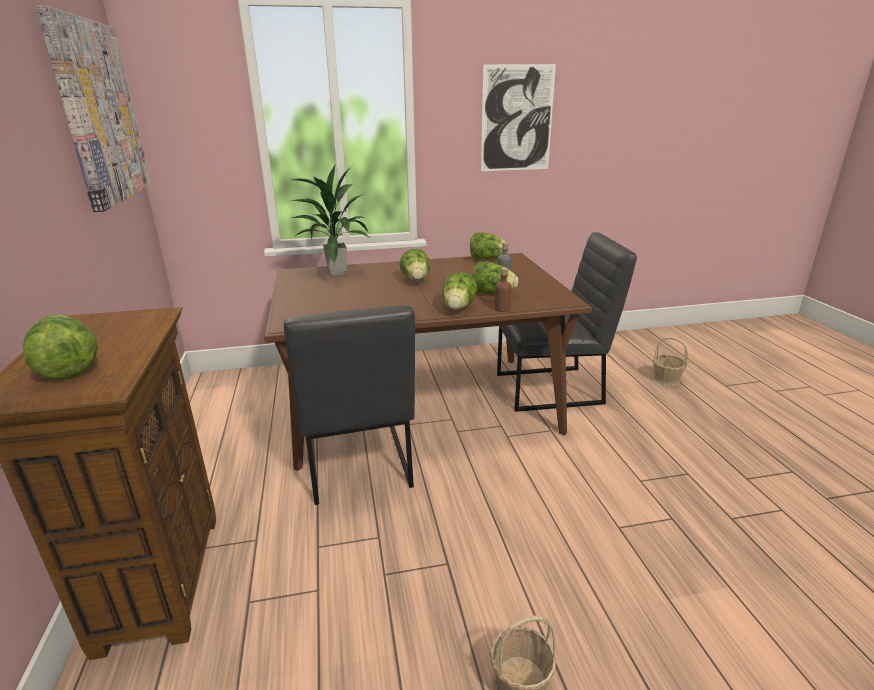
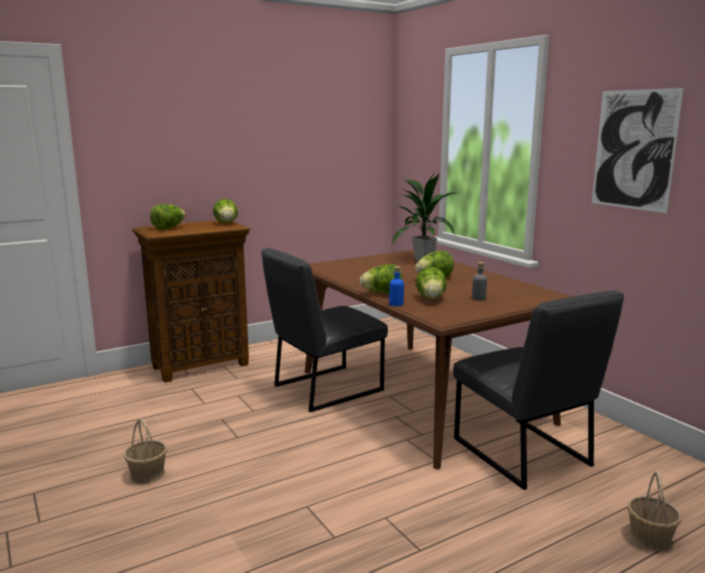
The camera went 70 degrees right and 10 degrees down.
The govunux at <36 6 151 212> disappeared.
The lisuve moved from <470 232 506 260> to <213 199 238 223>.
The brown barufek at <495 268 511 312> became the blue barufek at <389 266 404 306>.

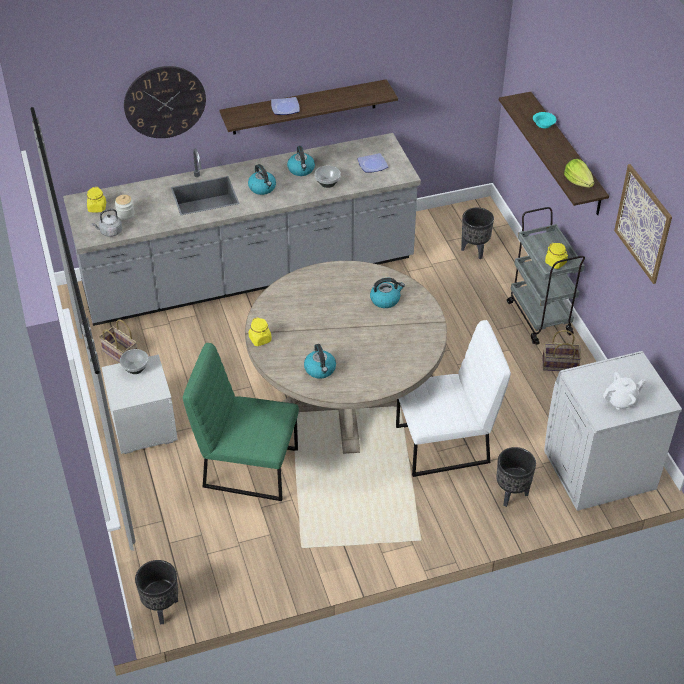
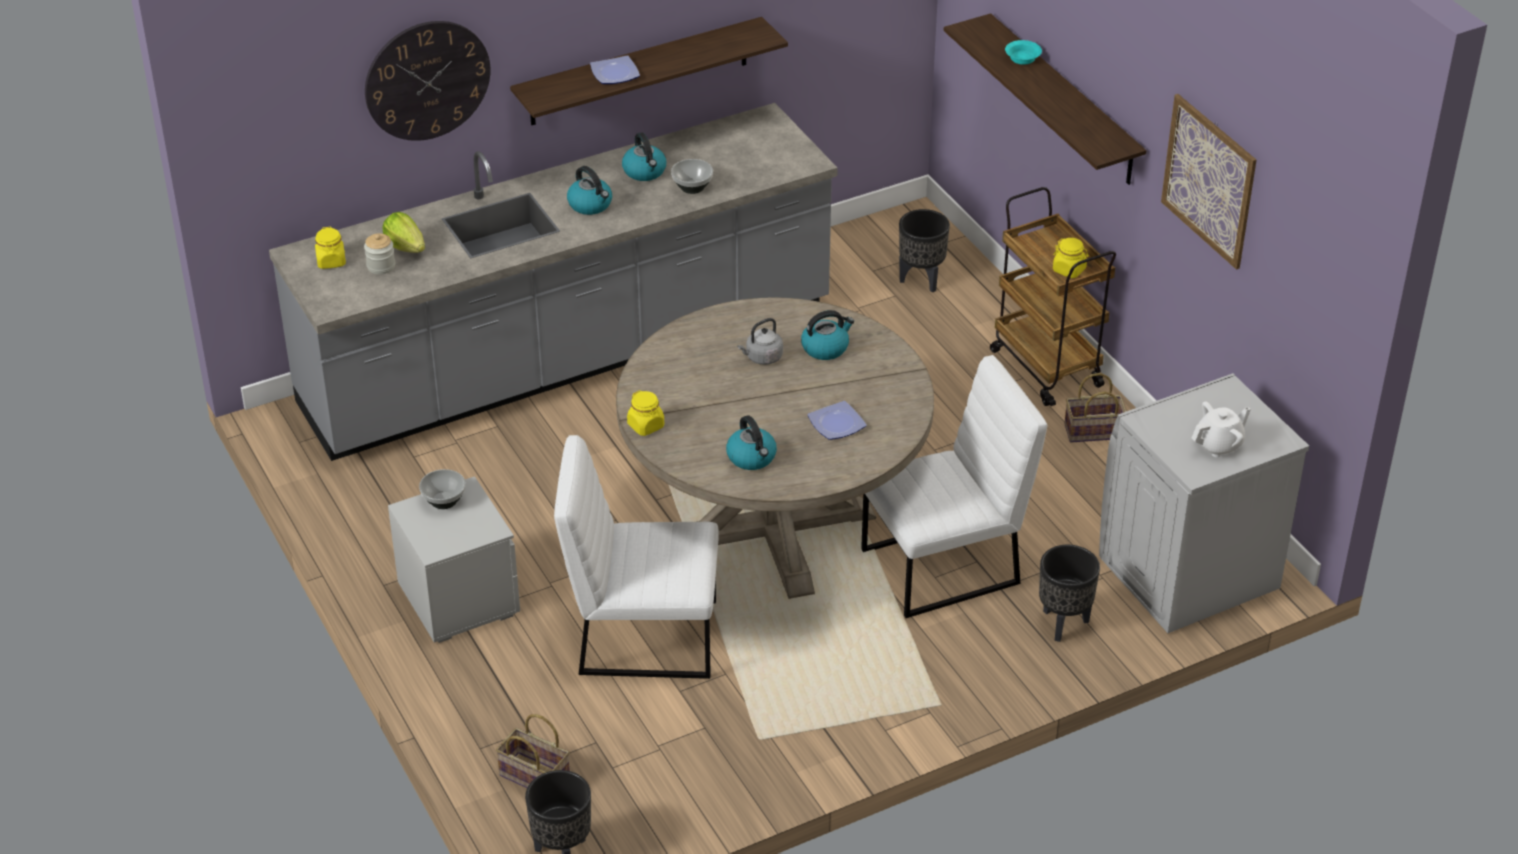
The camera went 10 degrees left and 5 degrees down.
The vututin moved from <358 153 388 173> to <807 401 867 440>.
The lisuve moved from <564 159 594 187> to <382 212 425 253>.
The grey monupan at <507 207 585 345> became the brown monupan at <990 187 1116 406>.
The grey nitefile moved from <92 209 122 237> to <738 318 783 365>.
The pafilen moved from <99 319 137 363> to <496 714 570 788>.
The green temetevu at <183 343 299 501> became the white temetevu at <554 435 719 679>.

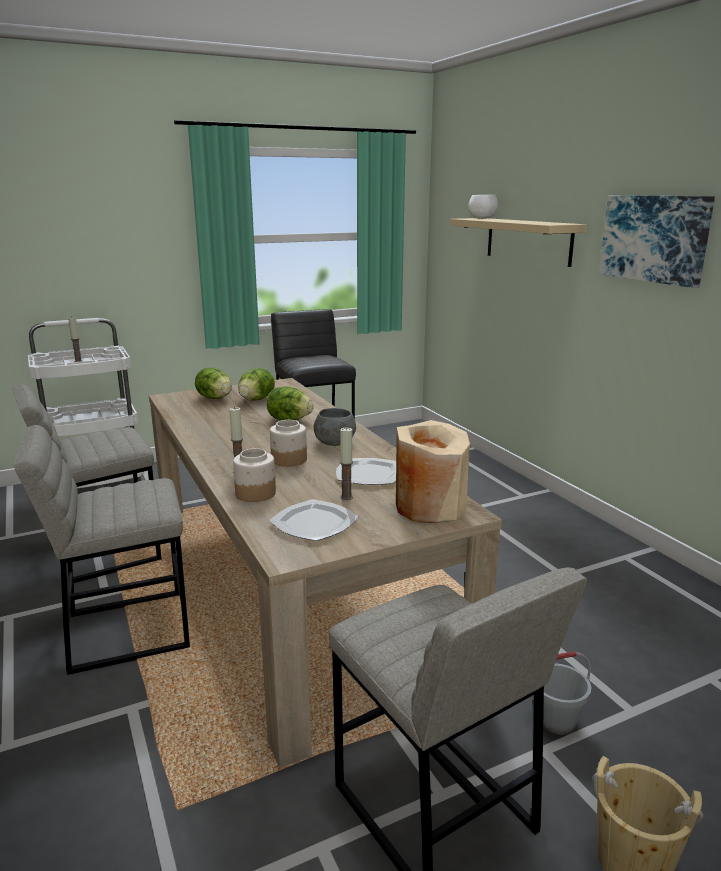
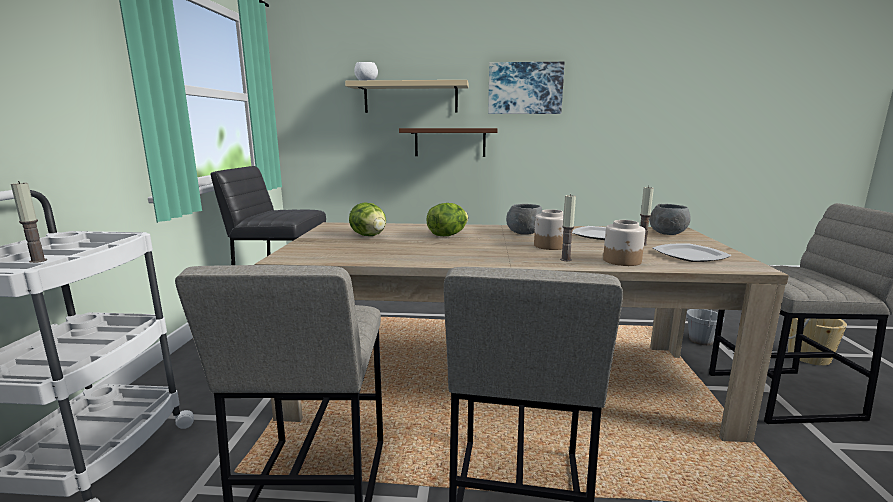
The camera went 60 degrees left and 5 degrees down.
The lisuve at <195 368 232 399> disappeared.
The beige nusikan at <396 420 470 523> was replaced by the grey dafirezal at <649 204 691 235>.
The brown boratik at <399 128 498 157> appeared.

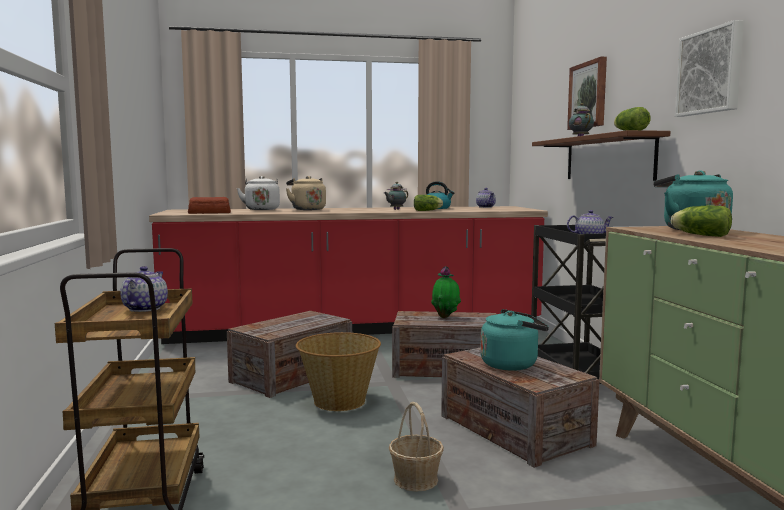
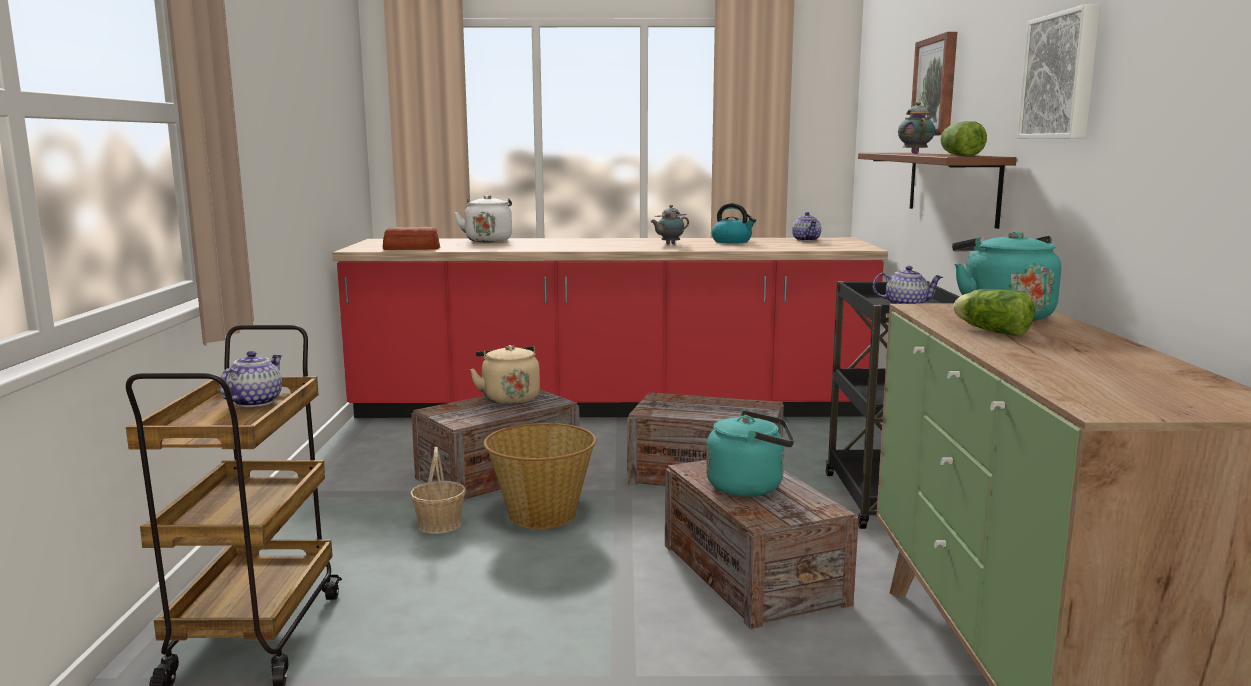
The camera went 10 degrees right and 5 degrees up.
The beige nitefile moved from <286 176 326 210> to <470 345 540 405>.
The lisuve at <414 195 443 211> disappeared.
The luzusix at <431 266 461 318> disappeared.
The pafilen moved from <389 402 444 492> to <410 447 466 534>.

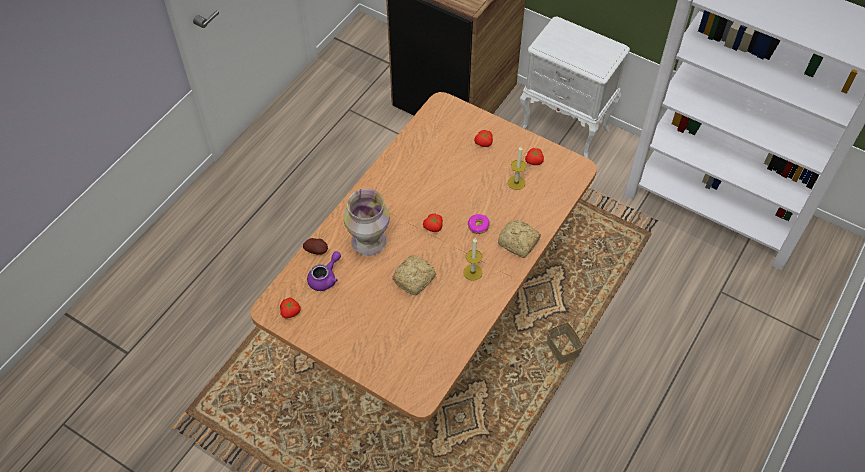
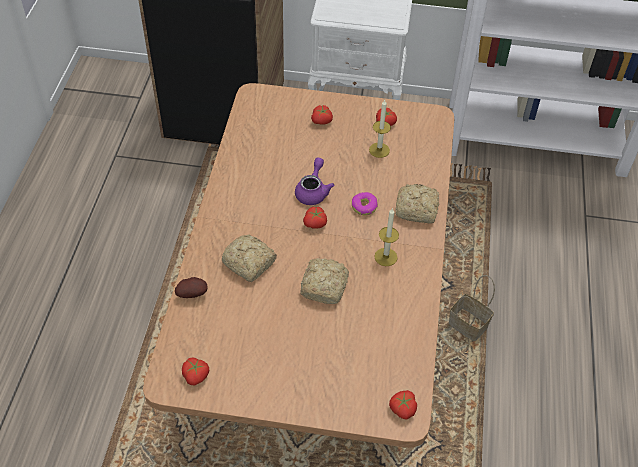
The camera went 25 degrees left and 5 degrees down.
The nusikan at <344 189 390 256> was replaced by the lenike at <222 235 277 282>.
The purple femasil moved from <307 251 341 291> to <295 158 335 205>.
The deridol at <389 390 417 420> appeared.

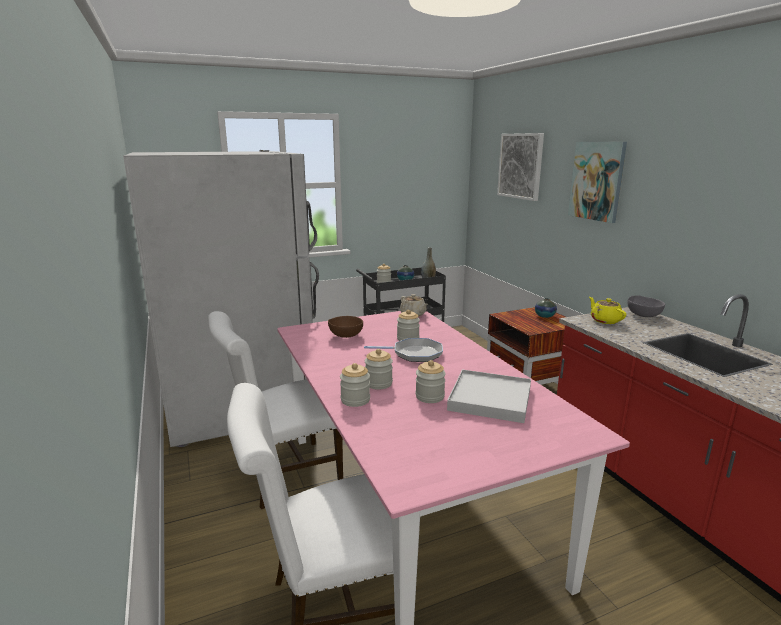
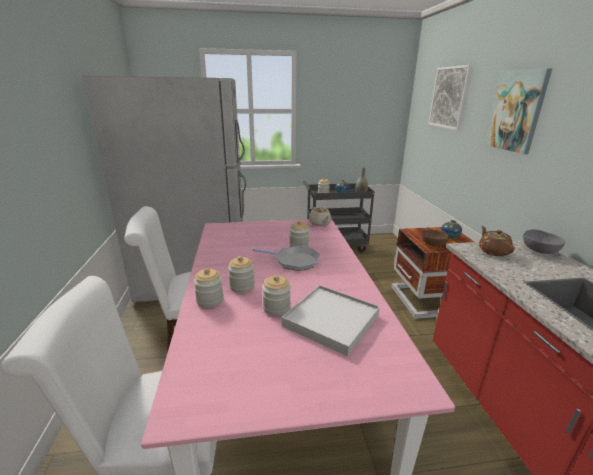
The camera went 15 degrees right and 5 degrees up.
The yellow femasil at <589 297 626 324> became the brown femasil at <479 226 515 256>.
The brown dafirezal moved from <328 316 363 338> to <422 230 449 246>.

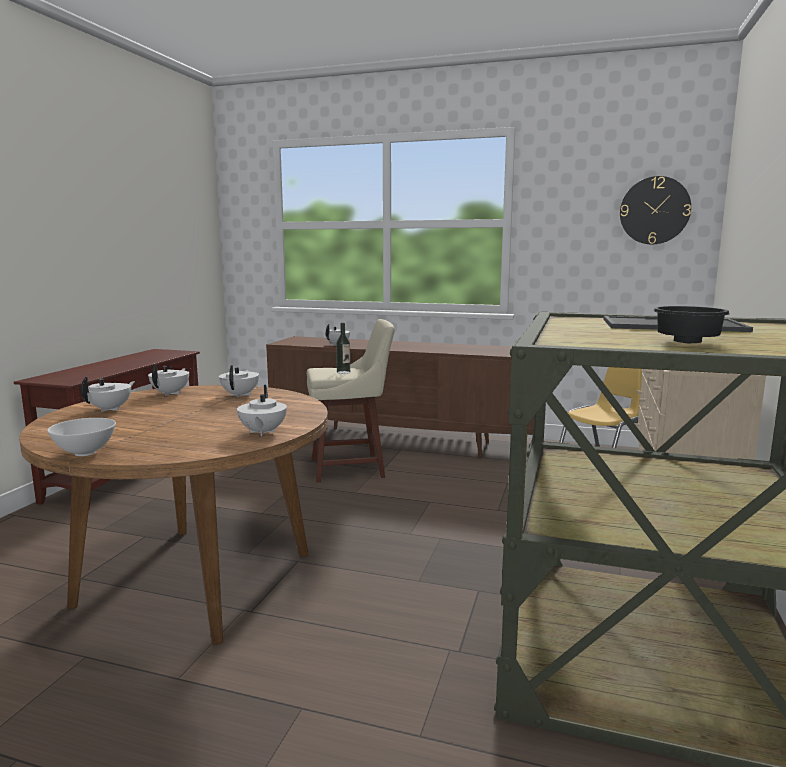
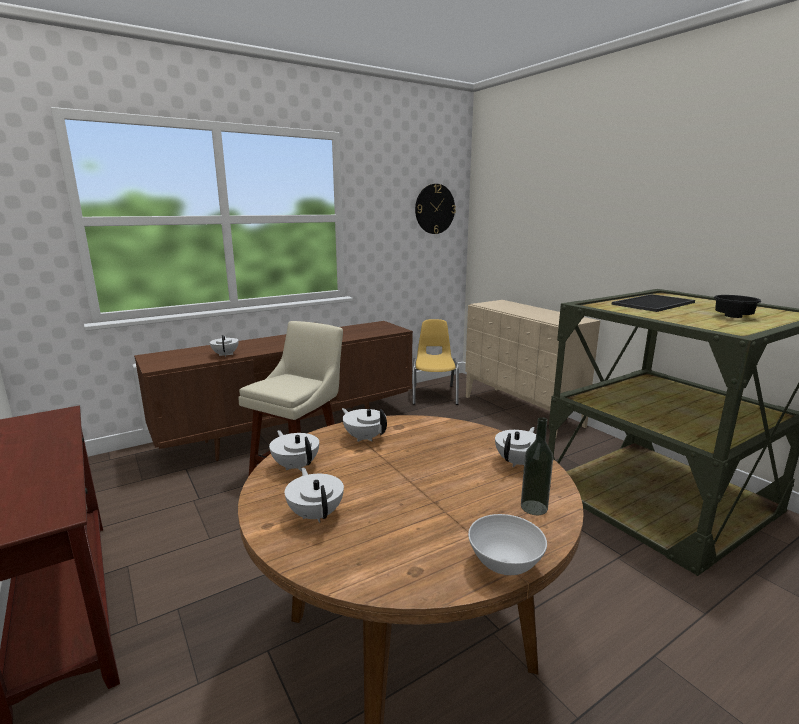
The camera went 50 degrees left and 5 degrees up.
The barufek moved from <336 323 350 374> to <521 417 553 515>.
The white femasil at <237 385 287 436> turned 90 degrees counterclockwise.

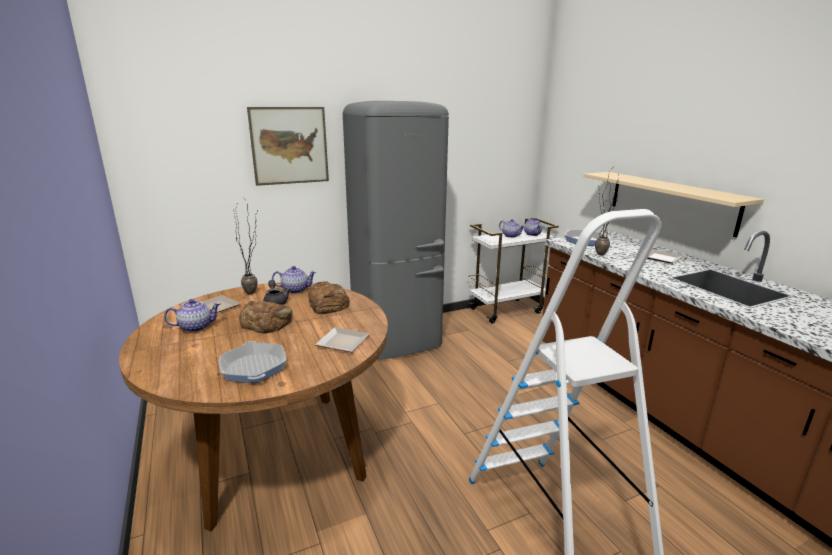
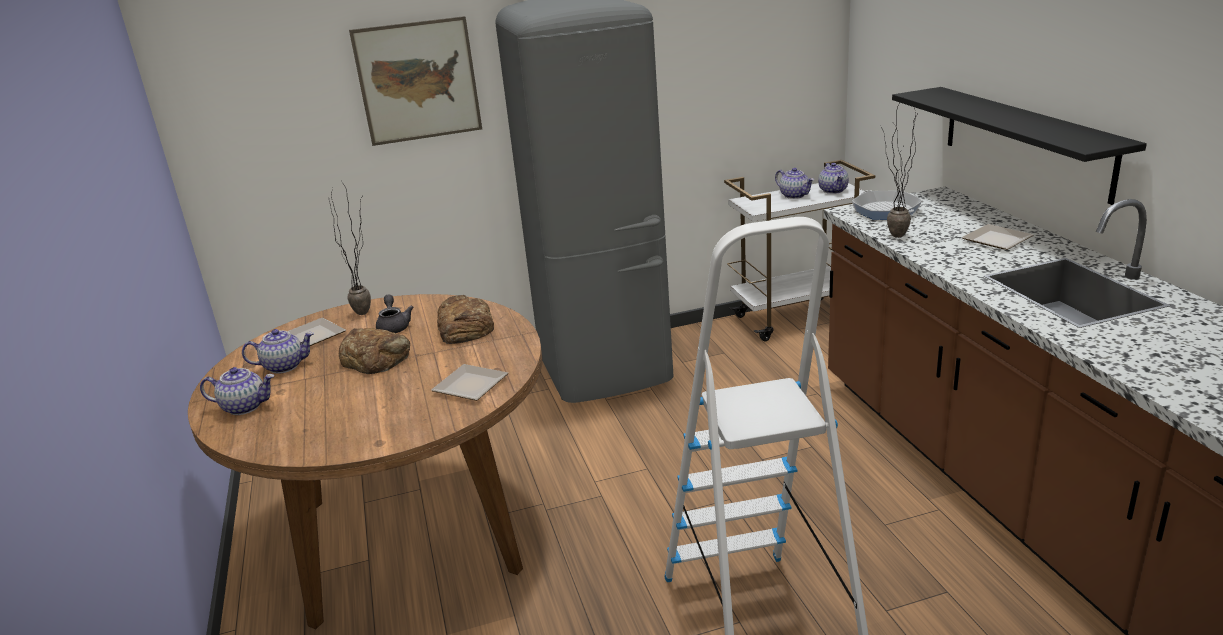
The camera went 10 degrees right and 5 degrees up.
The beige boratik at <583 172 764 238> became the black boratik at <892 87 1147 205>.
The femasil moved from <272 266 316 294> to <200 367 274 415>.
The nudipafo at <219 341 287 383> disappeared.

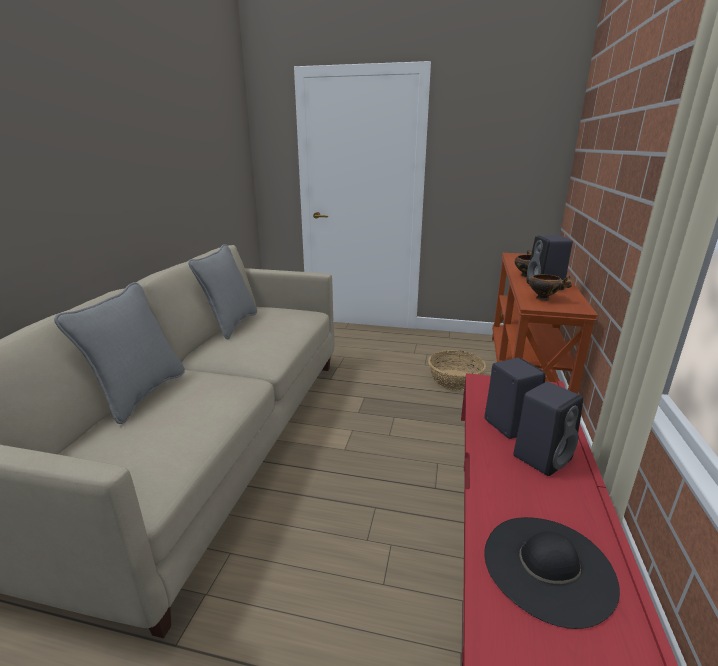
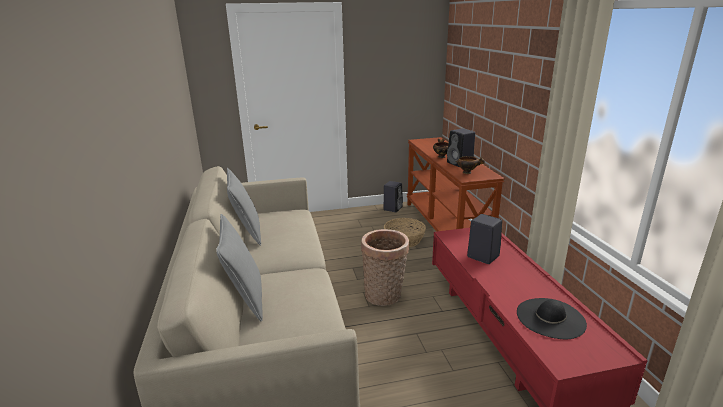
The camera went 25 degrees left and 0 degrees up.
The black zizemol moved from <513 382 583 476> to <383 181 403 212>.
The pafilen at <361 229 409 306> appeared.

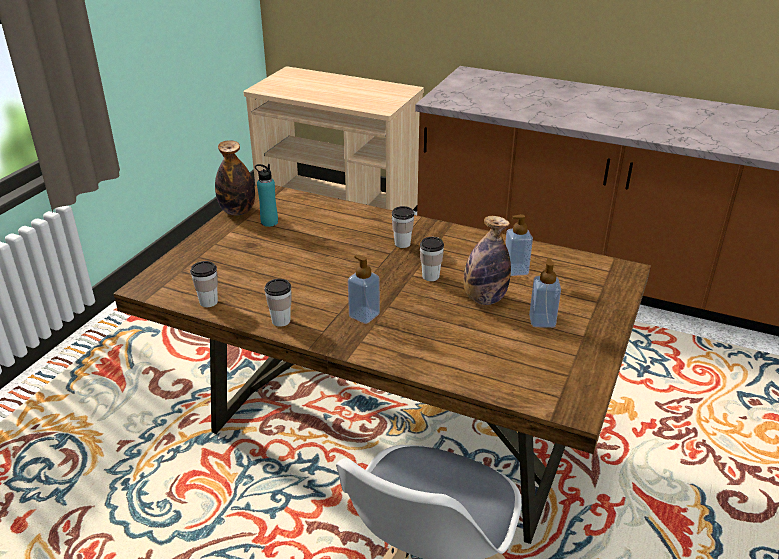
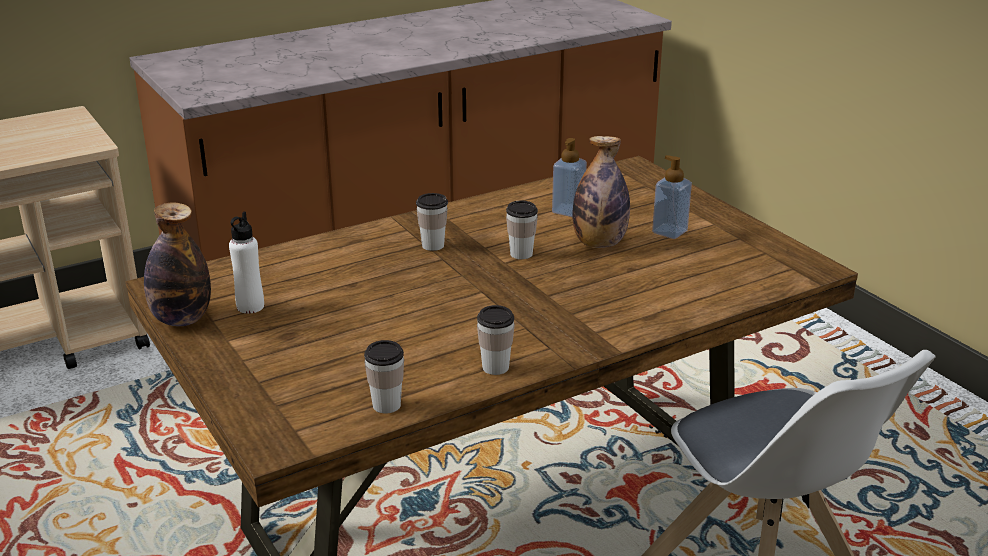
The camera went 55 degrees left and 5 degrees down.
The turquoise barufek at <255 164 278 227> became the white barufek at <229 212 264 314>.
The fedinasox at <348 255 380 324> disappeared.

